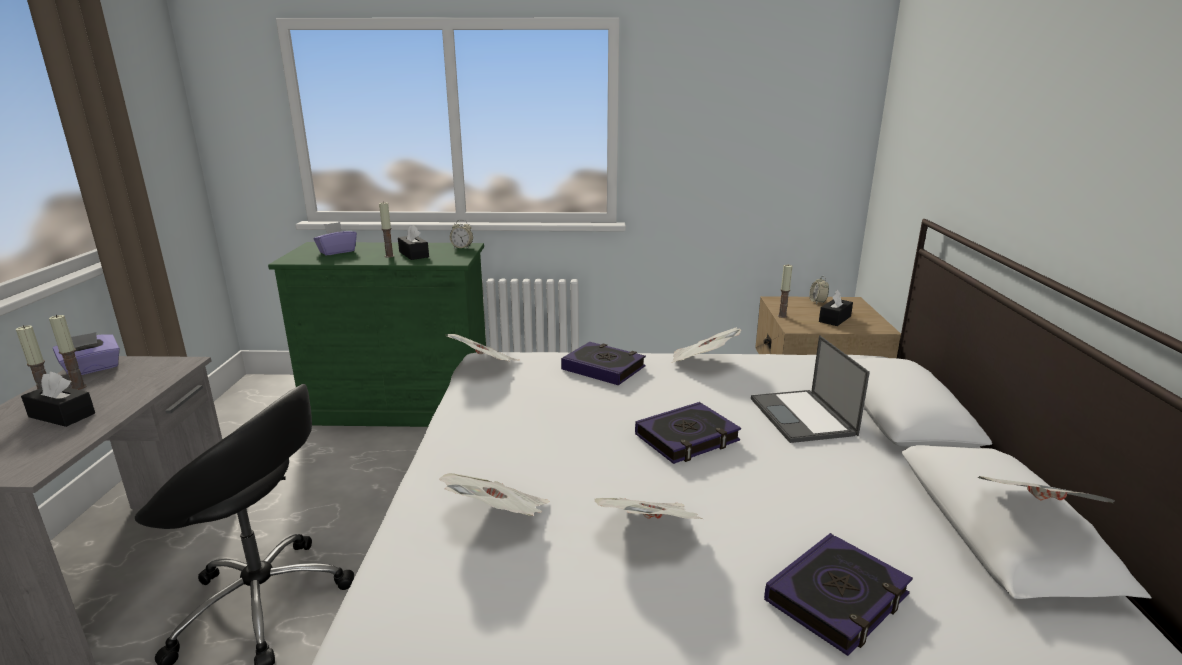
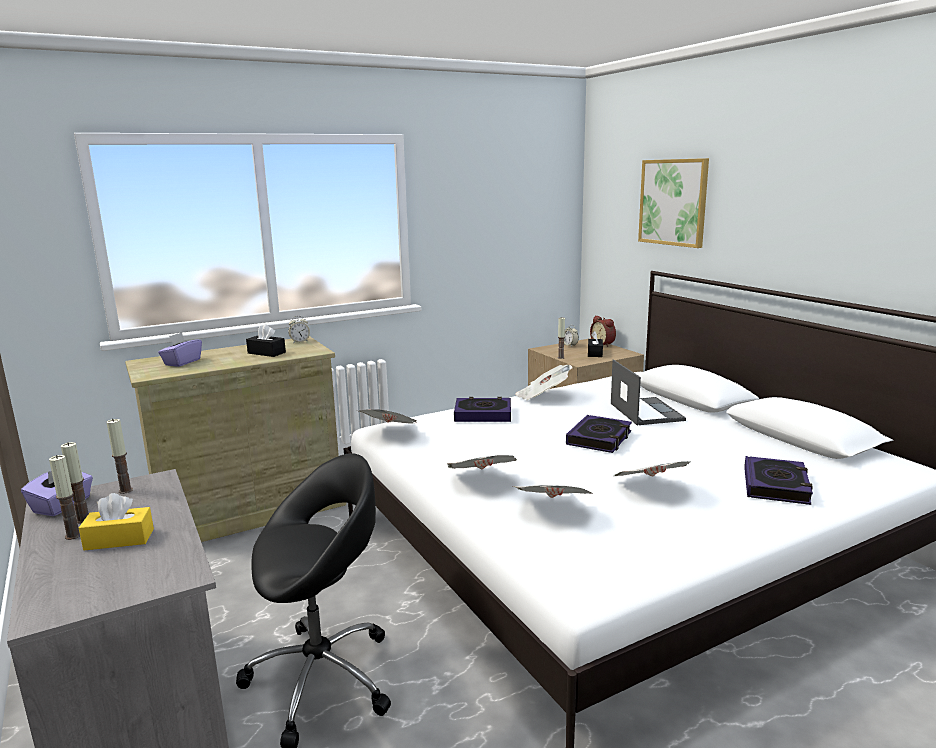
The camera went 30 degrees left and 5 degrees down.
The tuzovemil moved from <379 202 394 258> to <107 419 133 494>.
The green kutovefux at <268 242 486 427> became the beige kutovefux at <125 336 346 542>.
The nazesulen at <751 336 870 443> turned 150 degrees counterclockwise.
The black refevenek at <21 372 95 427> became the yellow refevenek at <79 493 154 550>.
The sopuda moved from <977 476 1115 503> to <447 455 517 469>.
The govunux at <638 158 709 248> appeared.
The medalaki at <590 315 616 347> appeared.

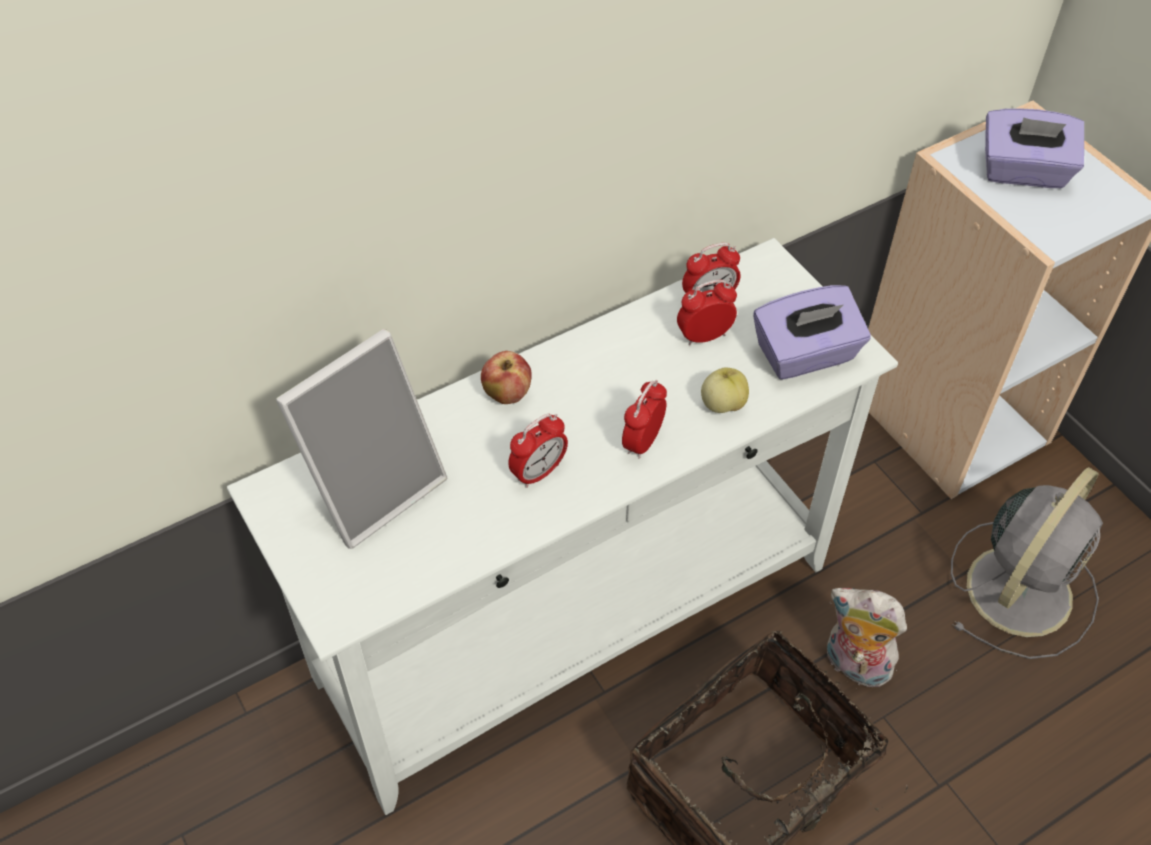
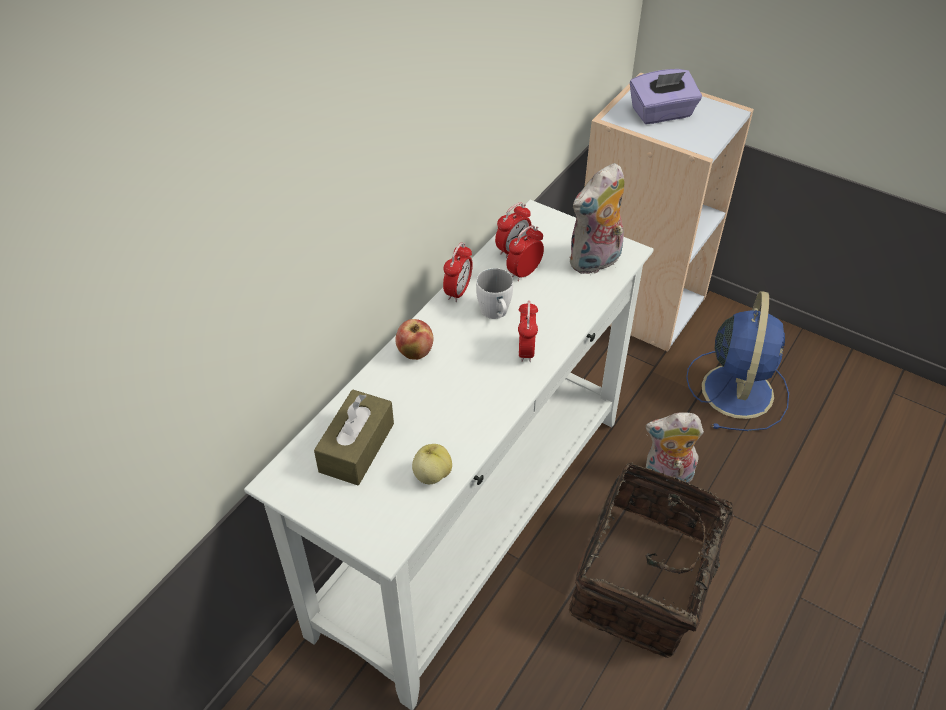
The camera went 25 degrees left and 5 degrees down.
The purple refevenek at <753 285 871 380> was replaced by the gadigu at <569 163 625 274>.
The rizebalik at <276 329 448 549> was replaced by the brown refevenek at <314 390 394 485>.
The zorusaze moved from <701 367 749 413> to <412 444 452 484>.
The medalaki moved from <509 414 568 488> to <443 243 473 302>.
The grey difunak at <951 467 1103 659> became the blue difunak at <686 291 789 431>.
The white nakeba at <476 268 513 319> appeared.

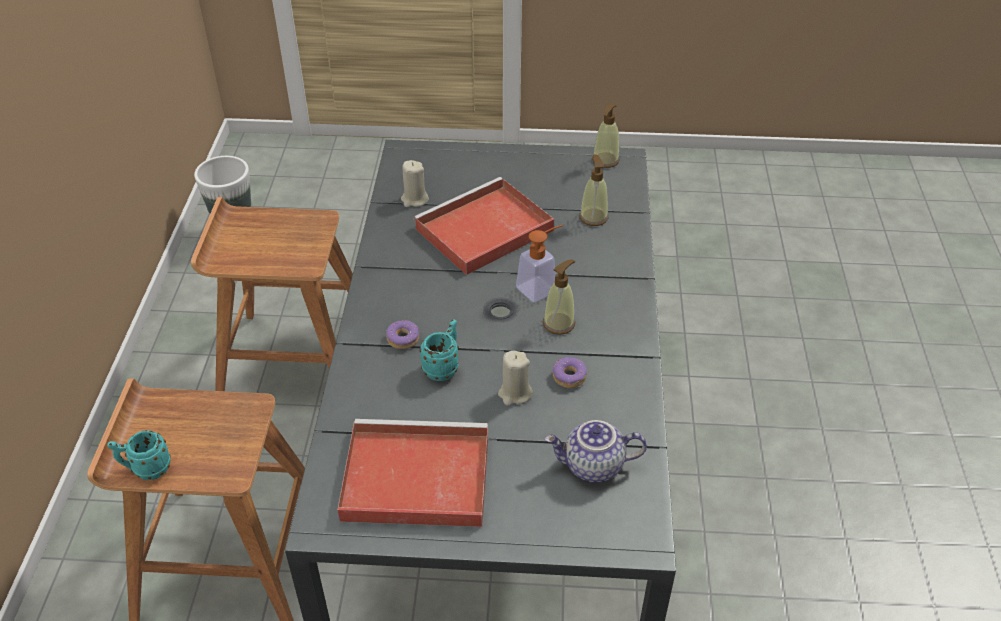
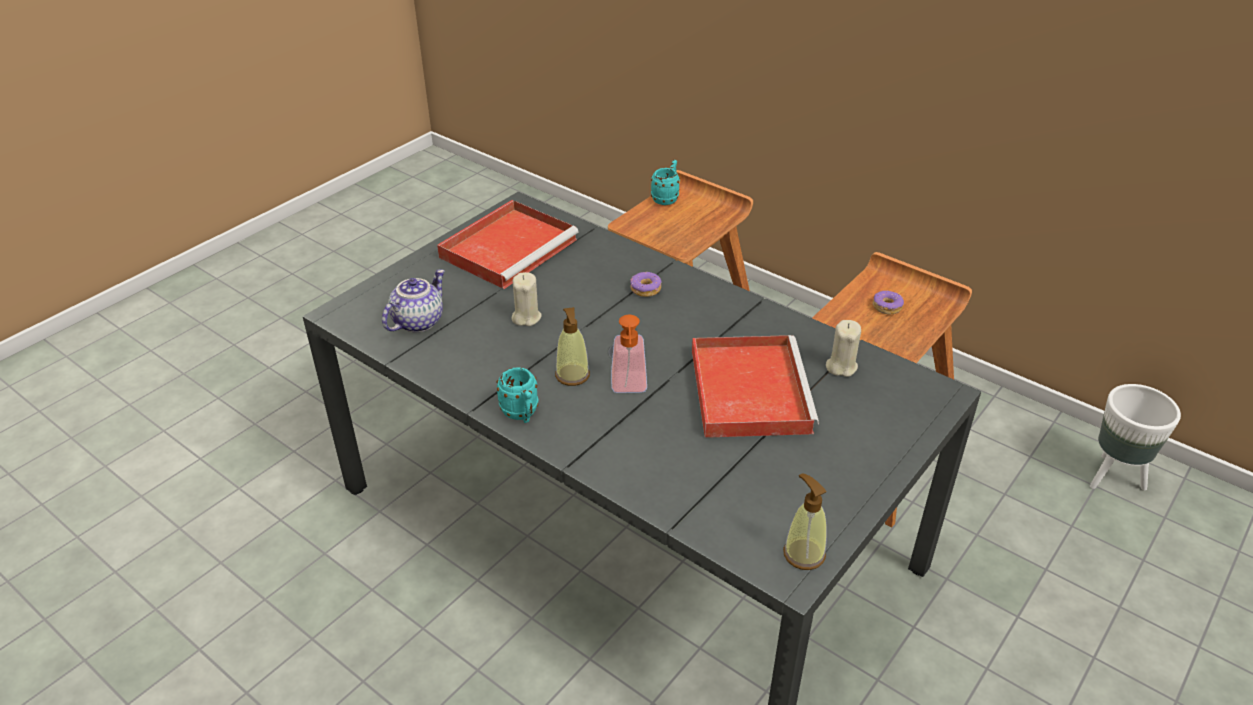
The camera went 125 degrees right and 5 degrees down.
The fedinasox at <579 154 608 226> disappeared.
The turquoise nakeba moved from <420 319 459 381> to <496 367 539 423>.
The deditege moved from <553 357 587 388> to <873 290 904 314>.

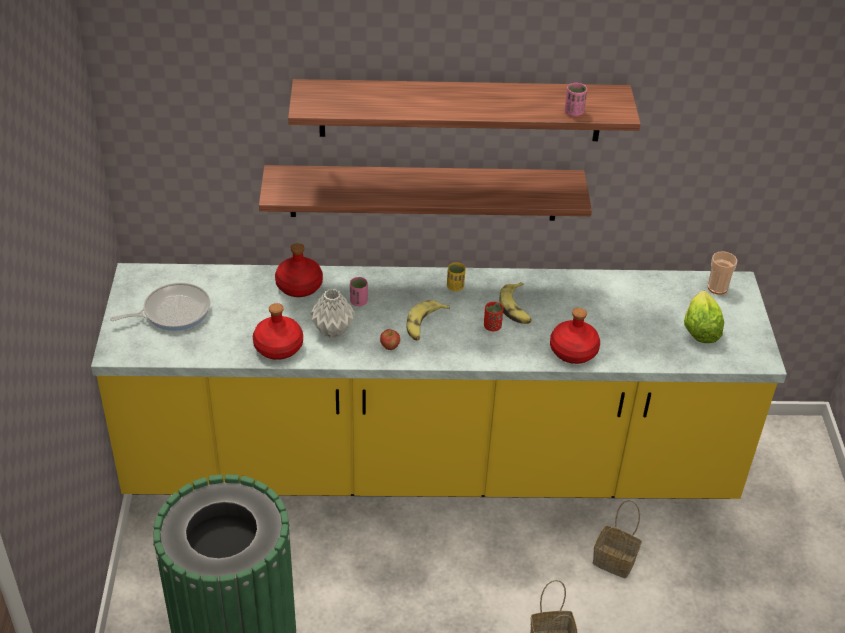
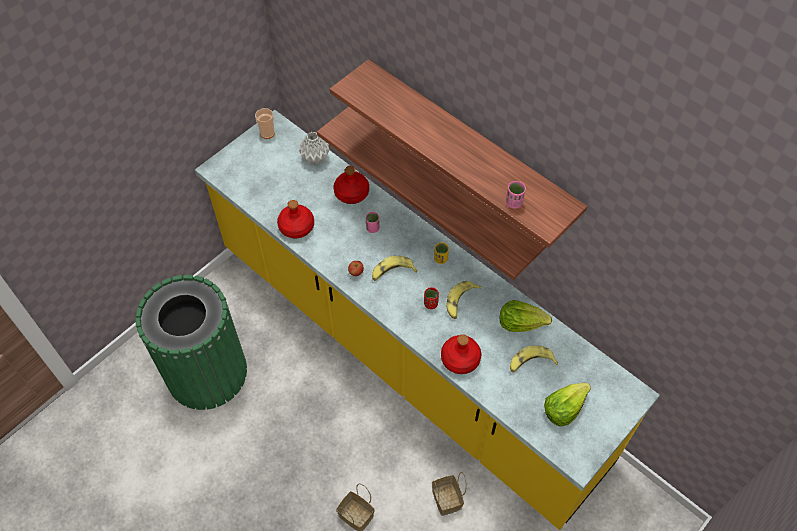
The camera went 45 degrees right and 15 degrees up.
The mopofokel moved from <708 251 737 295> to <255 108 275 139>.
The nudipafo at <110 283 210 331> disappeared.
The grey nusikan moved from <311 289 355 338> to <299 132 330 165>.
The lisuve at <500 300 552 332> appeared.
The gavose at <510 346 558 373> appeared.

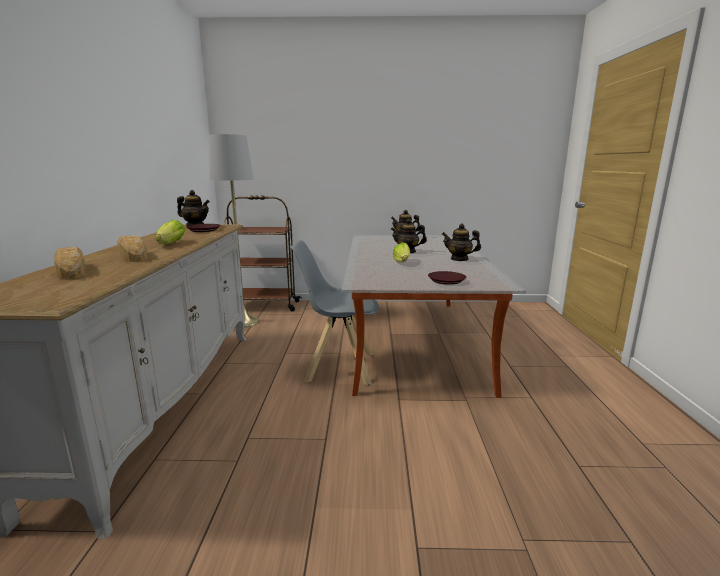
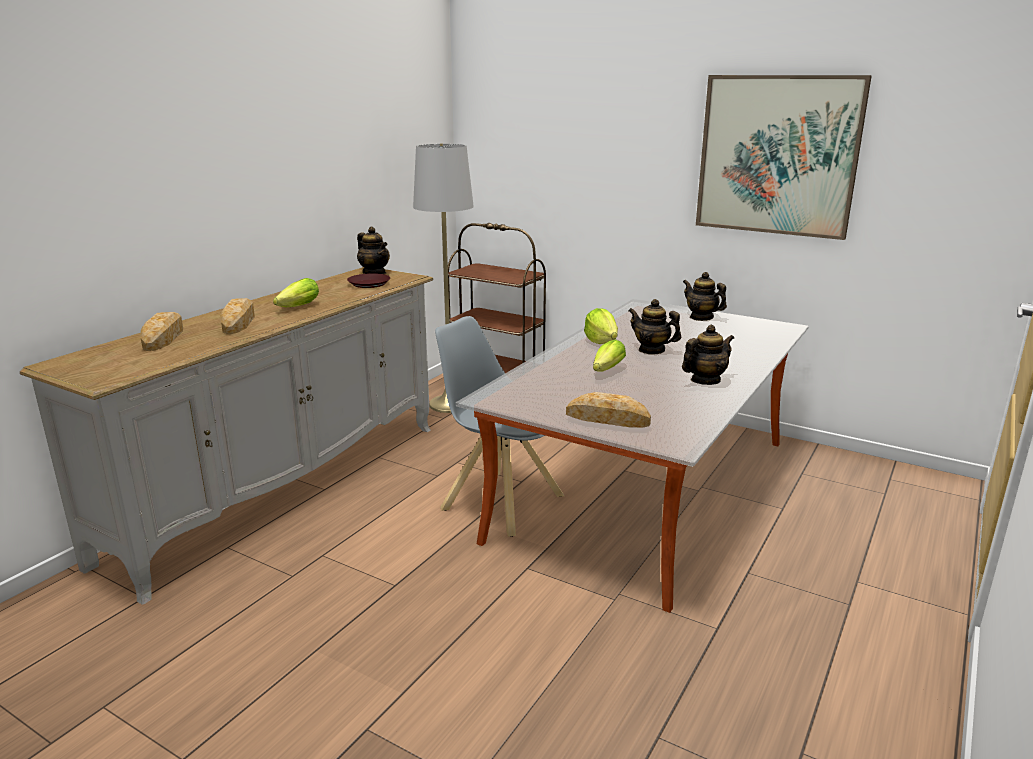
The camera went 30 degrees right and 5 degrees up.
The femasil at <442 224 481 261> turned 105 degrees clockwise.
The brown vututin at <428 271 466 285> was replaced by the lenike at <566 392 651 428>.
The govunux at <696 75 872 240> appeared.
The lisuve at <584 308 618 344> appeared.

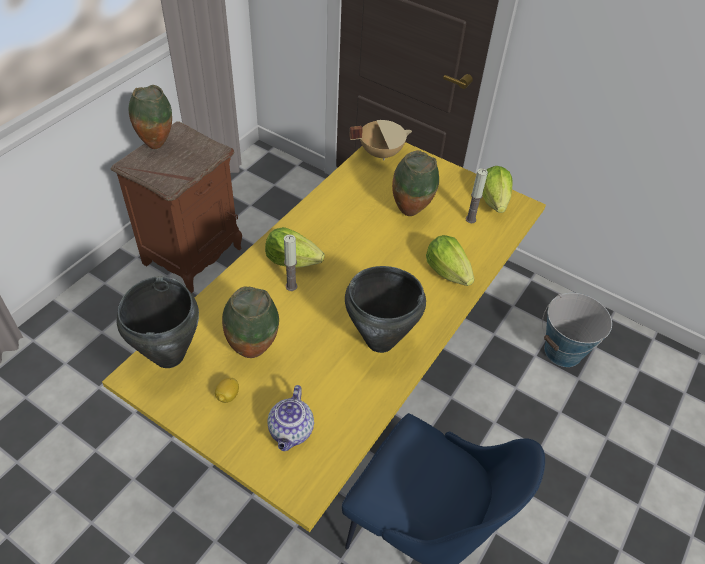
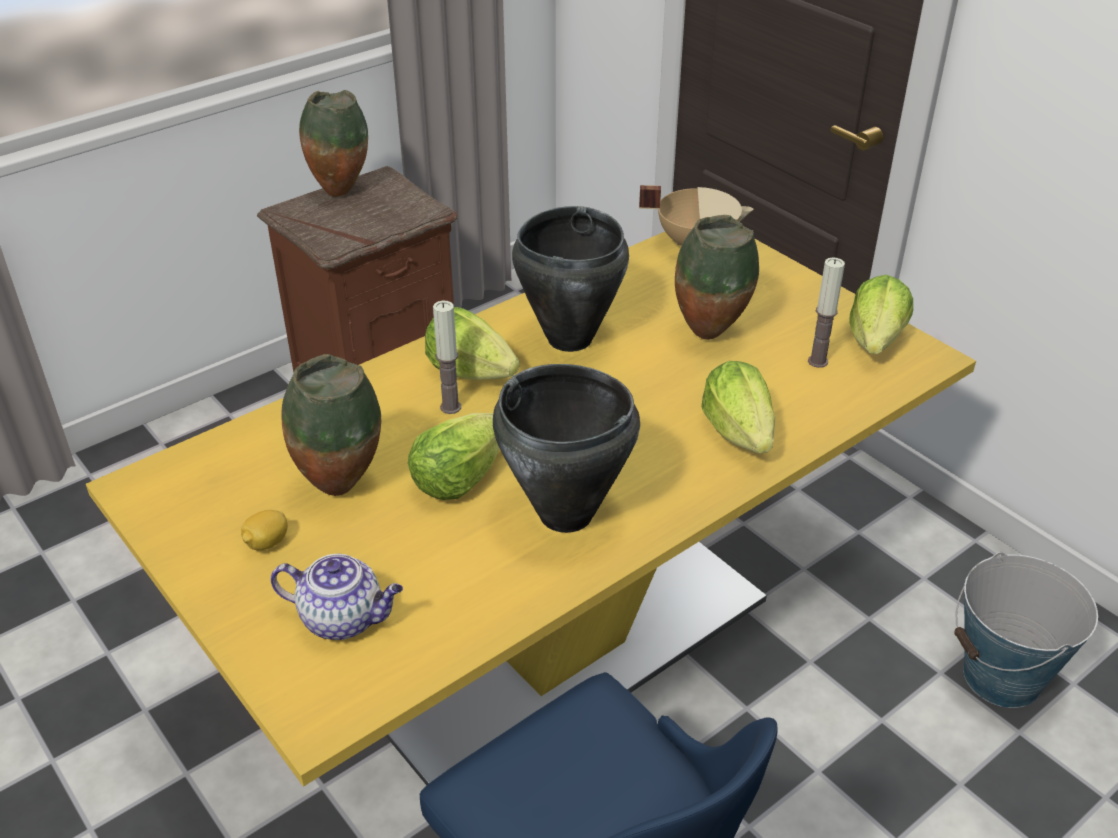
The camera went 20 degrees right and 10 degrees down.
The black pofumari moved from <117 276 199 368> to <512 206 629 352>.
The femasil at <268 385 314 451> turned 105 degrees counterclockwise.
The lisuve at <408 413 499 500> appeared.

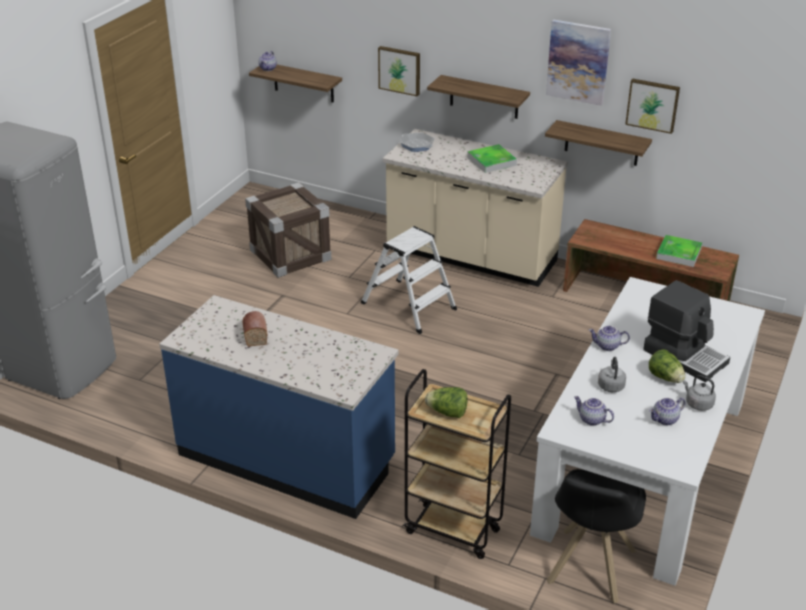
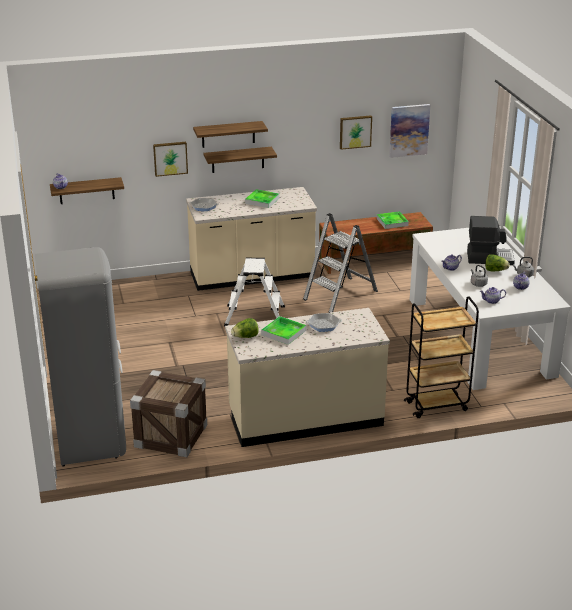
The camera went 40 degrees left and 5 degrees down.
The govunux moved from <546 19 611 106> to <389 104 430 158>.
The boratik moved from <545 120 652 166> to <193 121 268 148>.
The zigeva moved from <245 182 331 278> to <130 370 207 457>.
The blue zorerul at <159 295 399 519> became the beige zorerul at <225 308 390 447>.
The lenike at <242 311 268 347> was replaced by the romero at <261 316 306 345>.
The lisuve moved from <425 387 468 418> to <231 318 259 338>.
The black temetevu at <547 469 646 603> disappeared.
The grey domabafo at <303 213 378 313> appeared.
The nudipafo at <306 313 342 332> appeared.

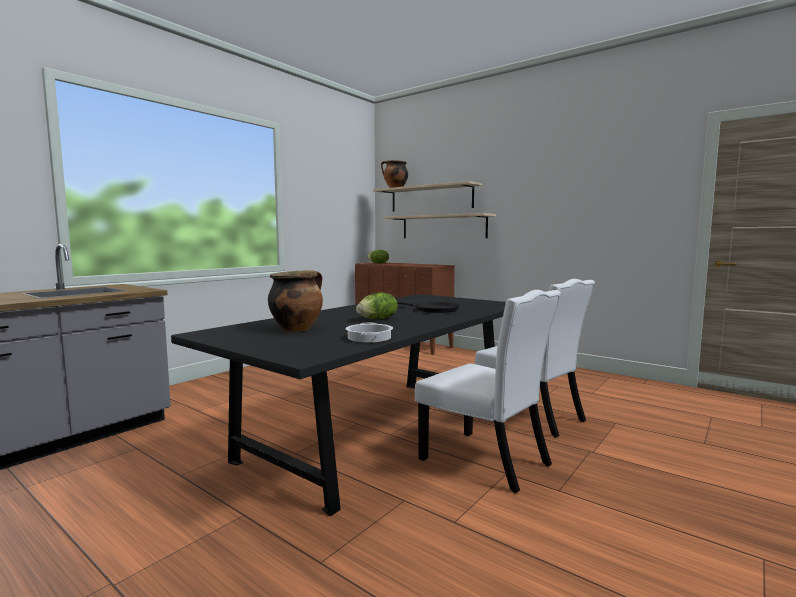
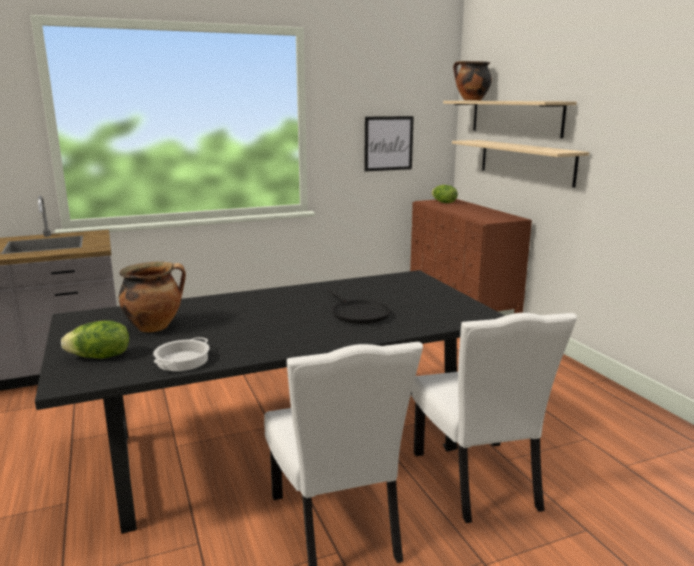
The camera went 30 degrees right and 10 degrees up.
The lisuve moved from <356 293 398 319> to <61 320 129 359>.
The govunux at <364 116 414 172> appeared.

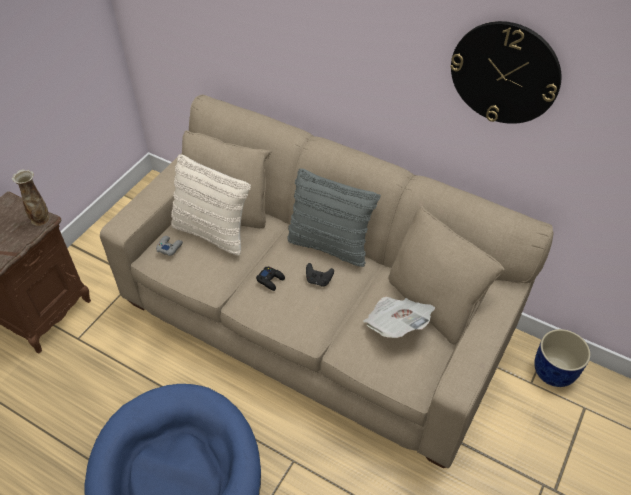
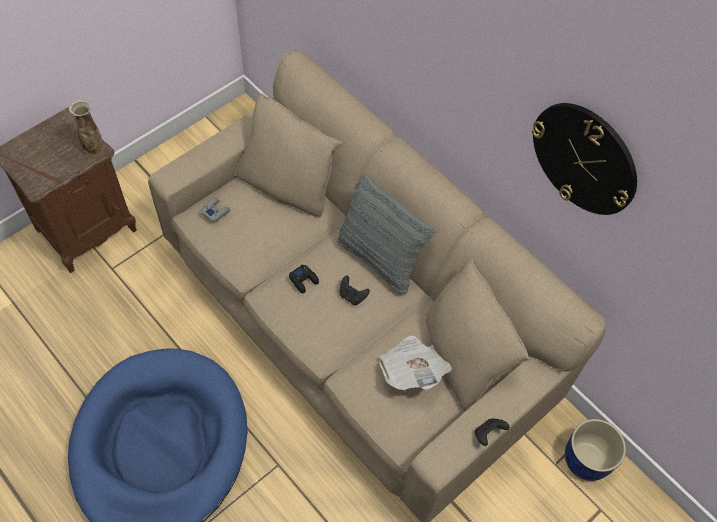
The camera went 15 degrees right and 10 degrees up.
The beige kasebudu at <171 154 251 256> disappeared.
The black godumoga at <475 418 509 446> appeared.

